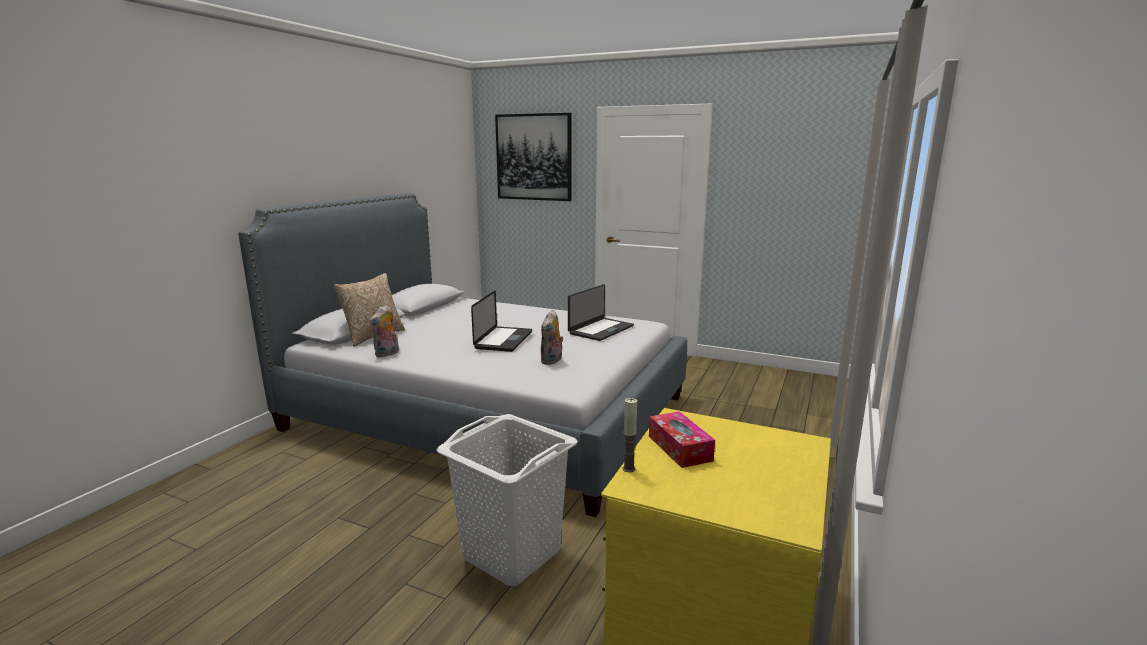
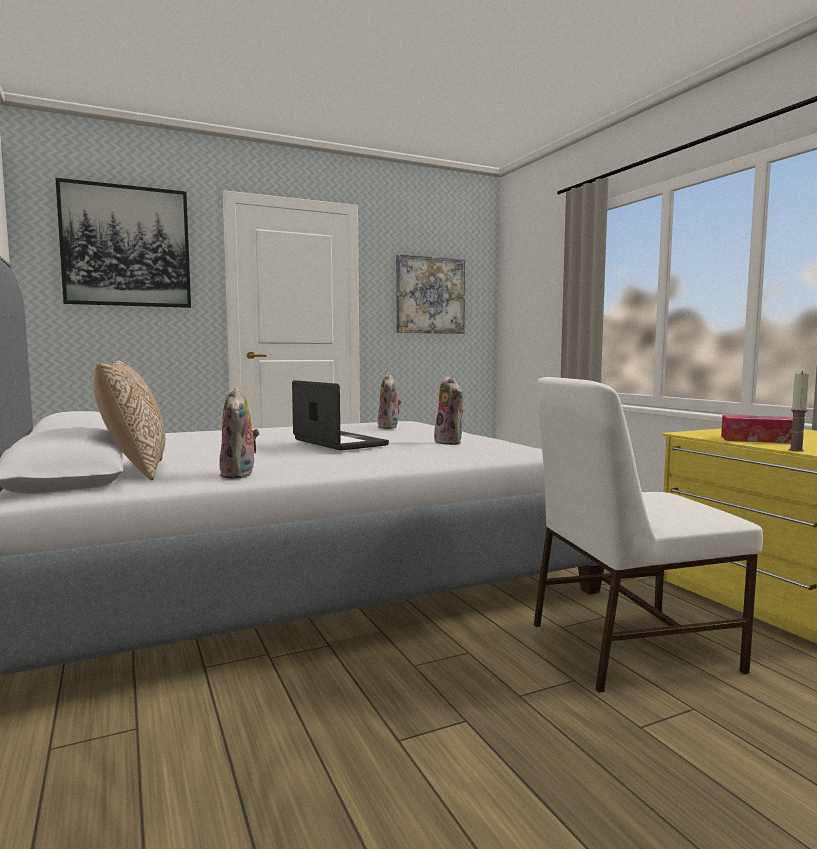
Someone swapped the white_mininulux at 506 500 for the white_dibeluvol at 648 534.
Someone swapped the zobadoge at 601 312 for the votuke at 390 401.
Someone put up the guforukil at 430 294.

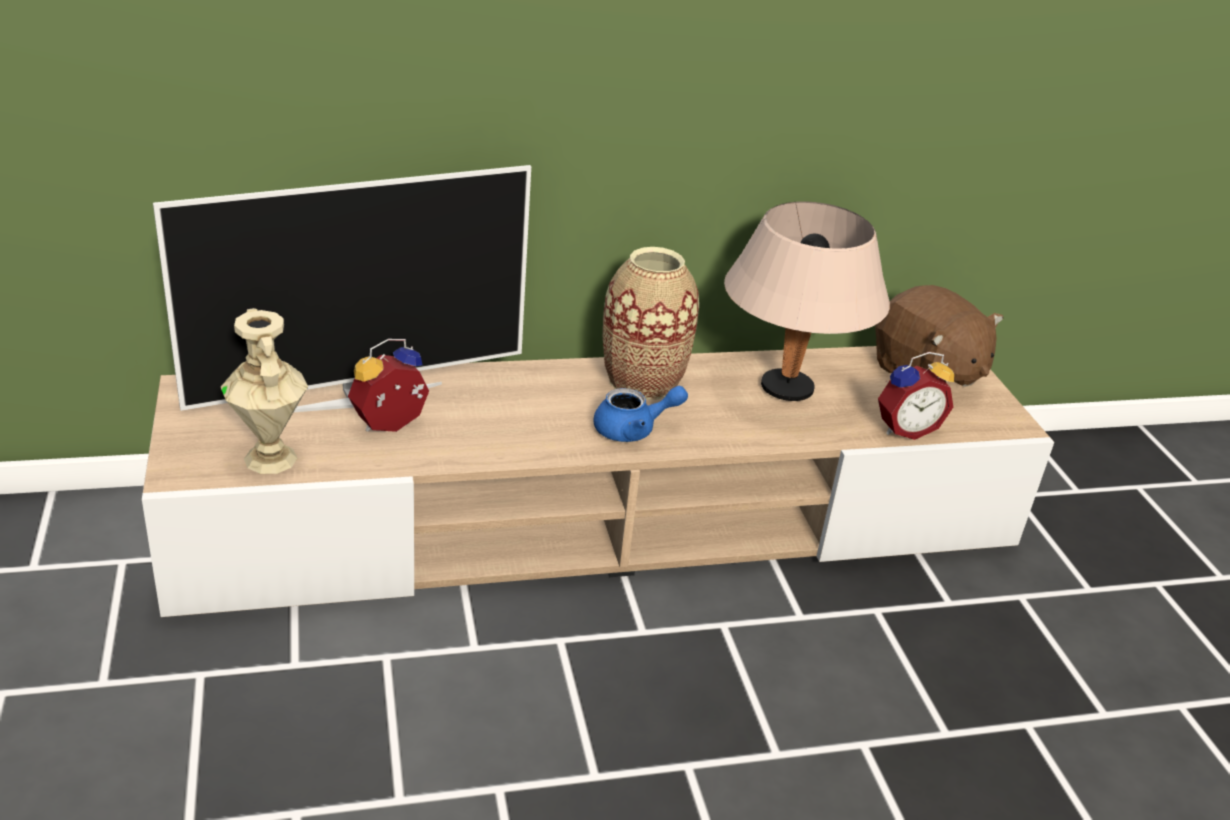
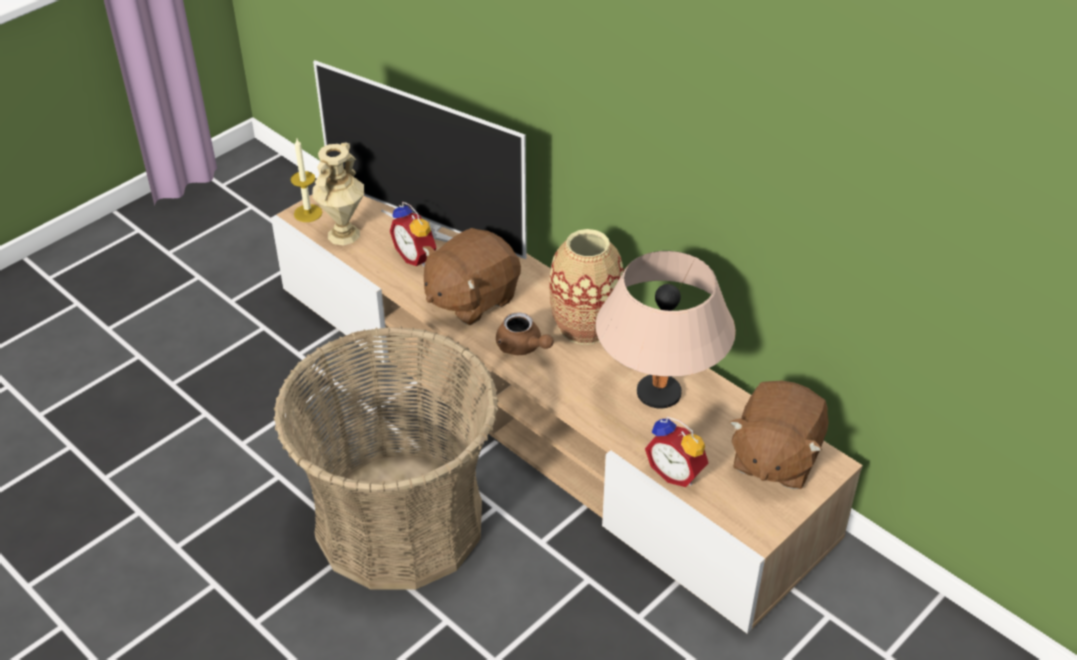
Someone rotated the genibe at 388 385 by 150 degrees counterclockwise.
Someone repainted the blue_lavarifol at 640 414, which became the brown_lavarifol at 525 333.
Someone put down the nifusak at 386 458.
Someone put down the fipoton at 306 180.
Someone put down the brown_votuke at 471 276.

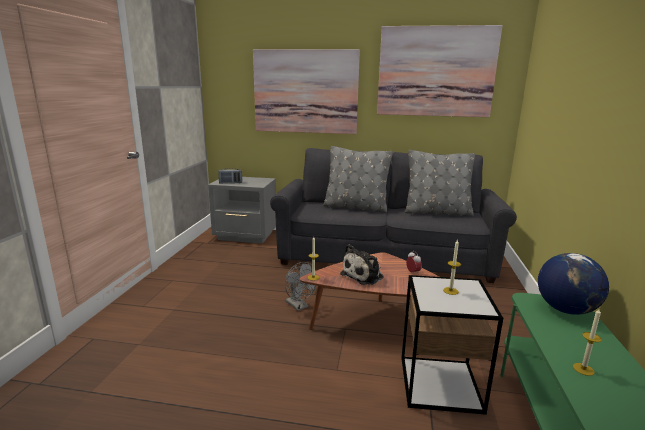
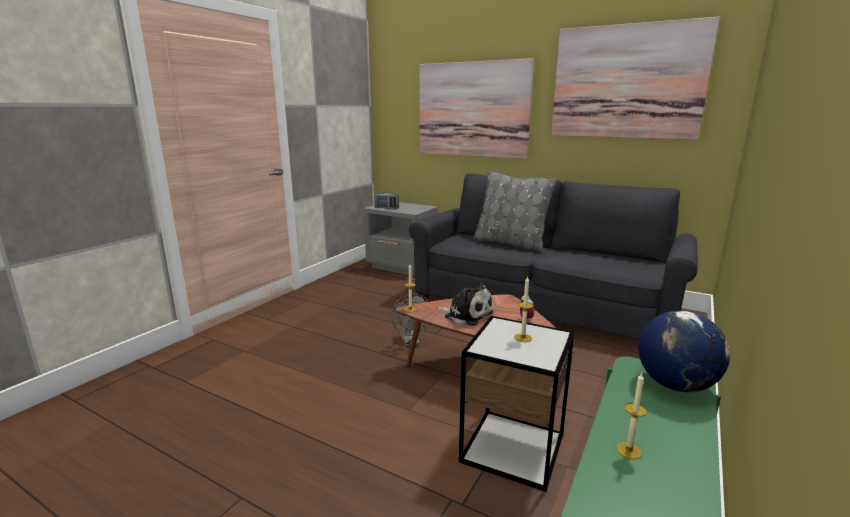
Someone rotated the votuke at 362 264 by 120 degrees counterclockwise.
Someone took away the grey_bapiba at 440 183.

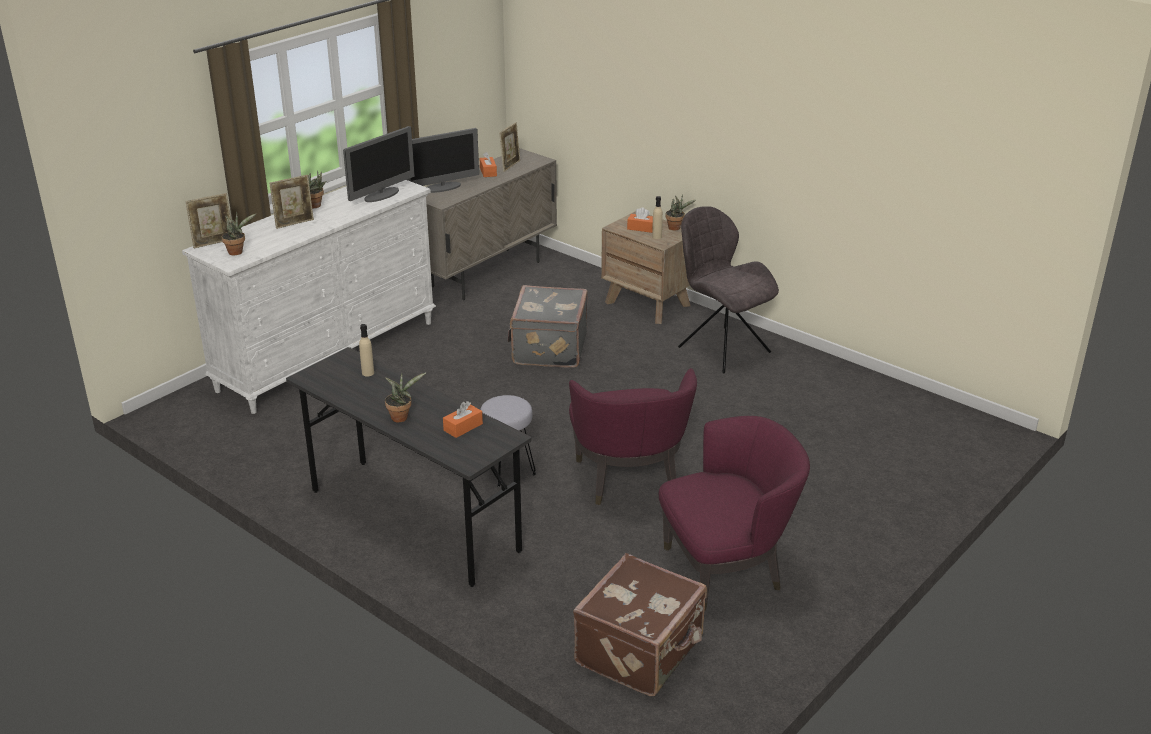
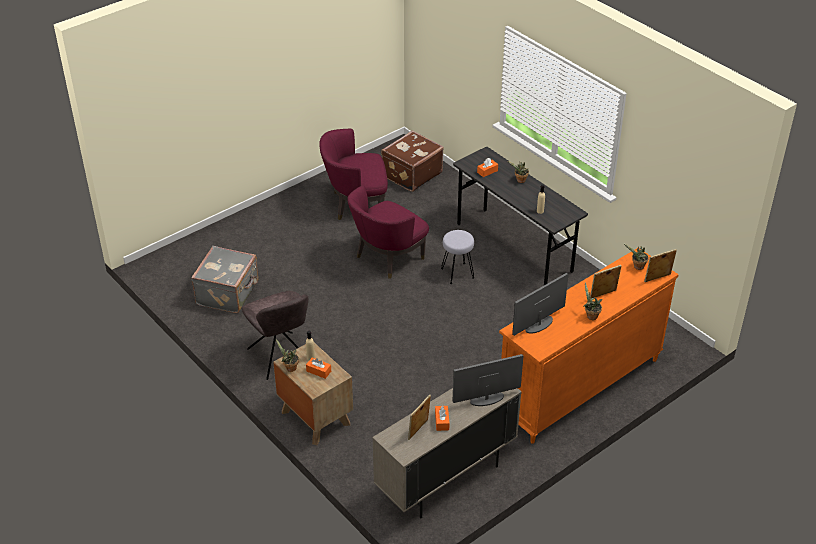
Someone repainted the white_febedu at 309 297, which became the orange_febedu at 589 346.
Someone carried the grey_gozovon from 547 326 to 225 279.
Someone rotated the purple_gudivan at 633 436 by 135 degrees counterclockwise.

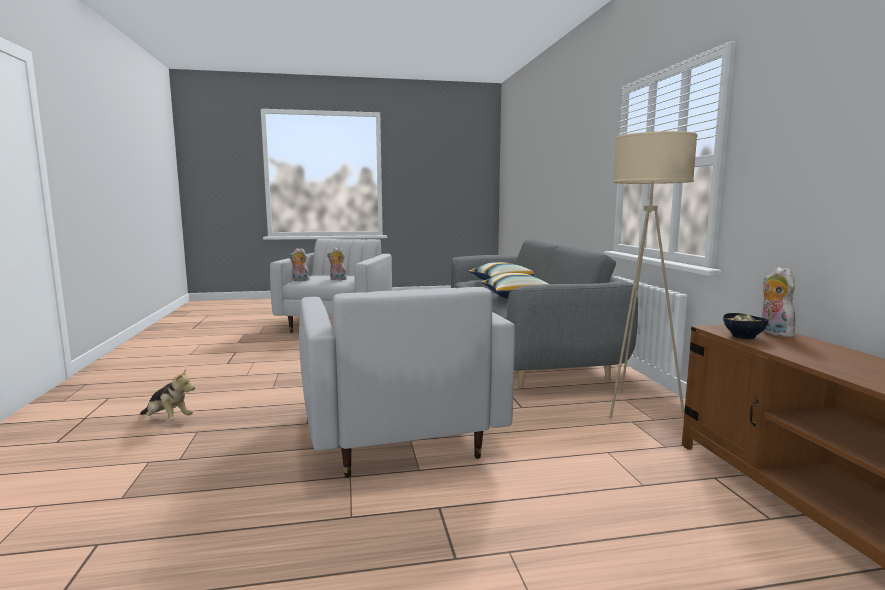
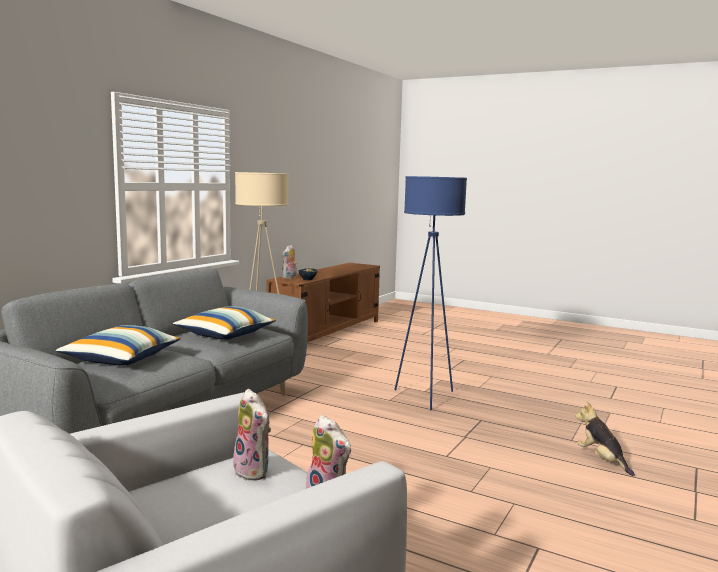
Someone swapped the white_gudivan at 407 382 for the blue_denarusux at 430 293.

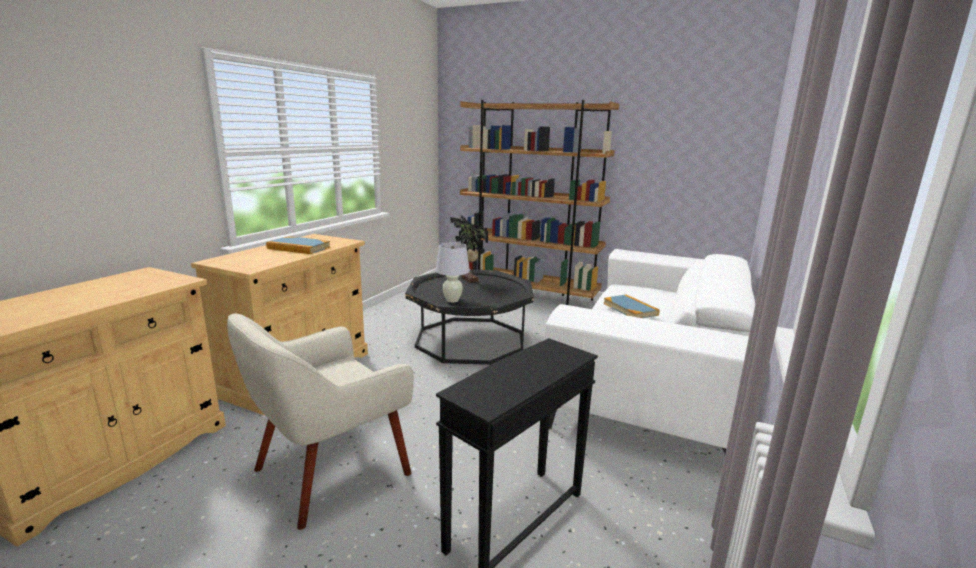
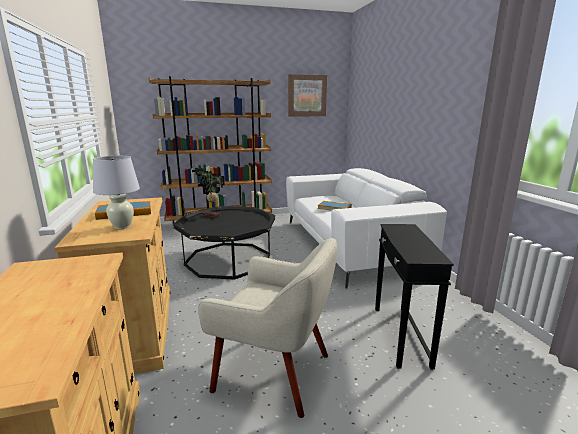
Someone rotated the beige_gudivan at 320 422 by 75 degrees counterclockwise.
Someone carried the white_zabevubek from 452 272 to 116 192.
Someone put up the guforukil at 307 95.

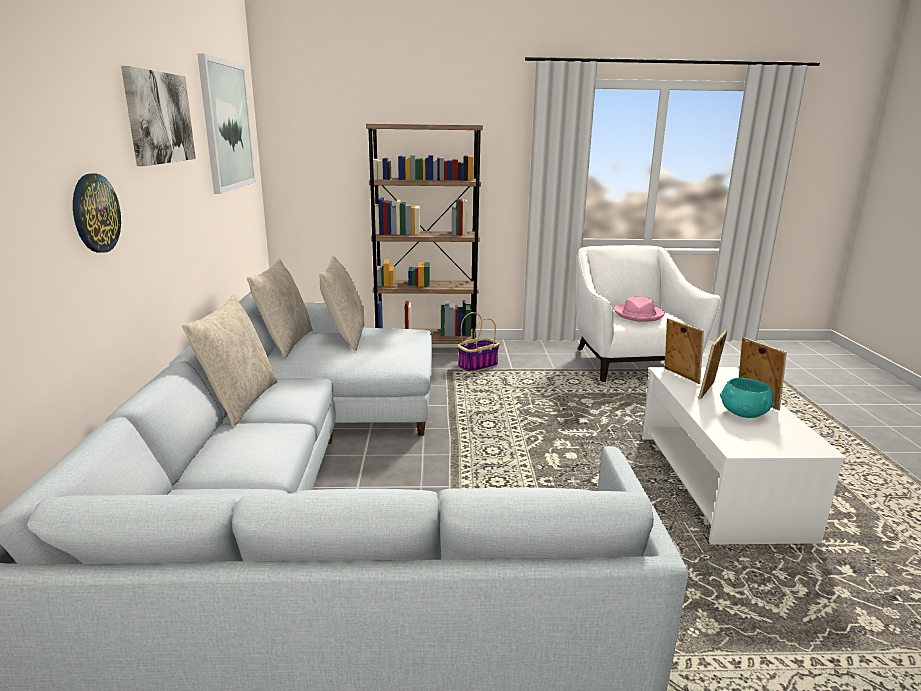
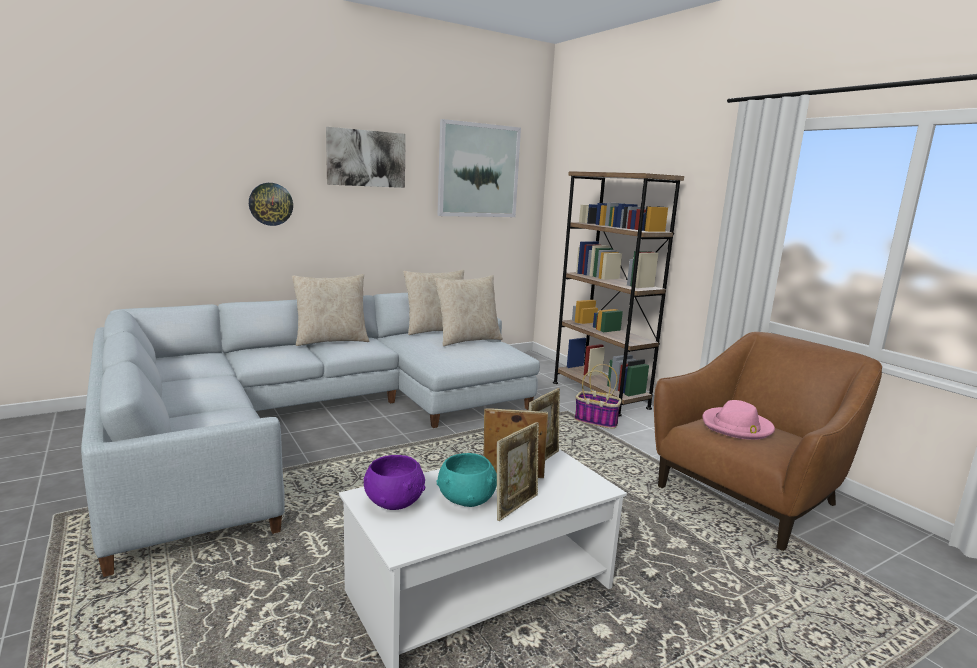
Someone repainted the white_gudivan at 649 313, which became the brown_gudivan at 768 441.
Someone put down the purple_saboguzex at 394 482.

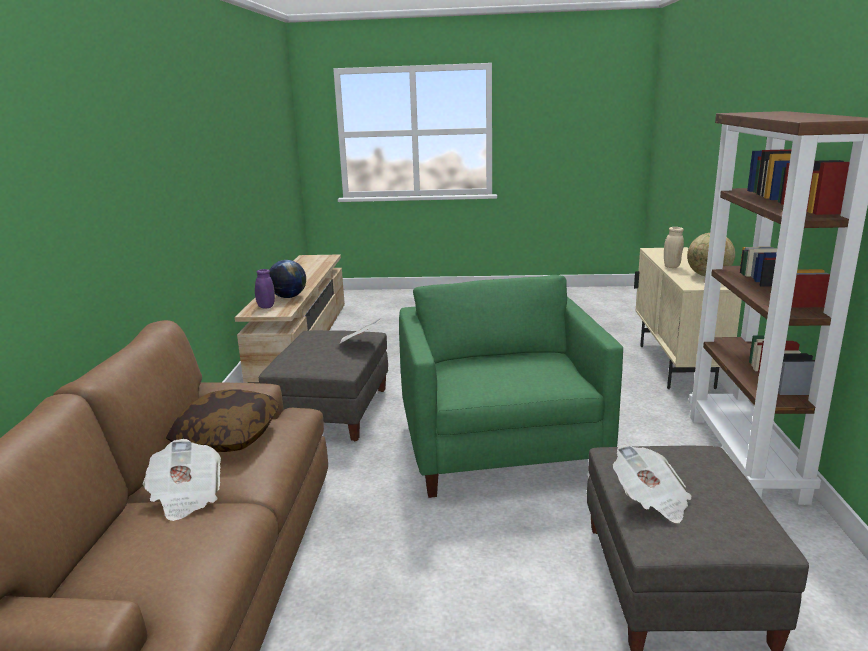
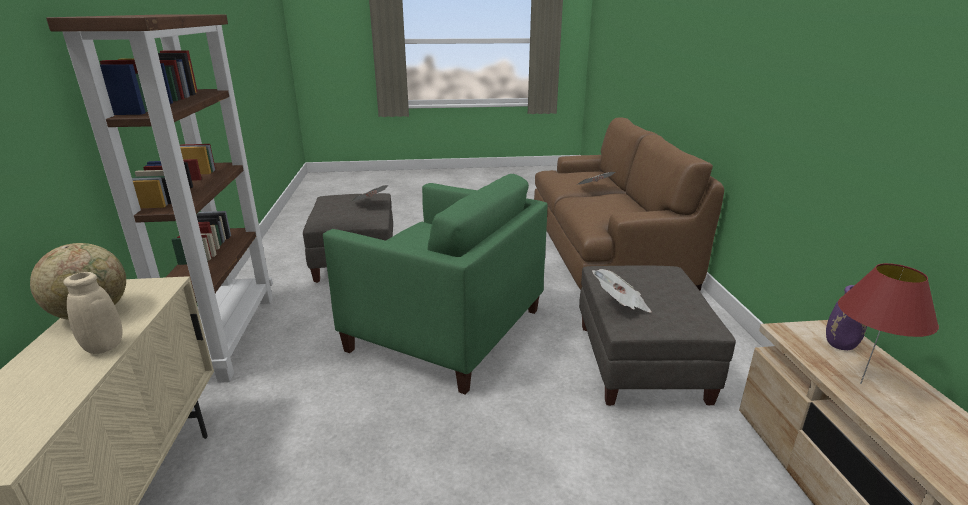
Someone took away the bapiba at 222 420.
Someone swapped the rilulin at 287 279 for the red_zabevubek at 888 323.
Someone rotated the green_gudivan at 511 386 by 45 degrees counterclockwise.

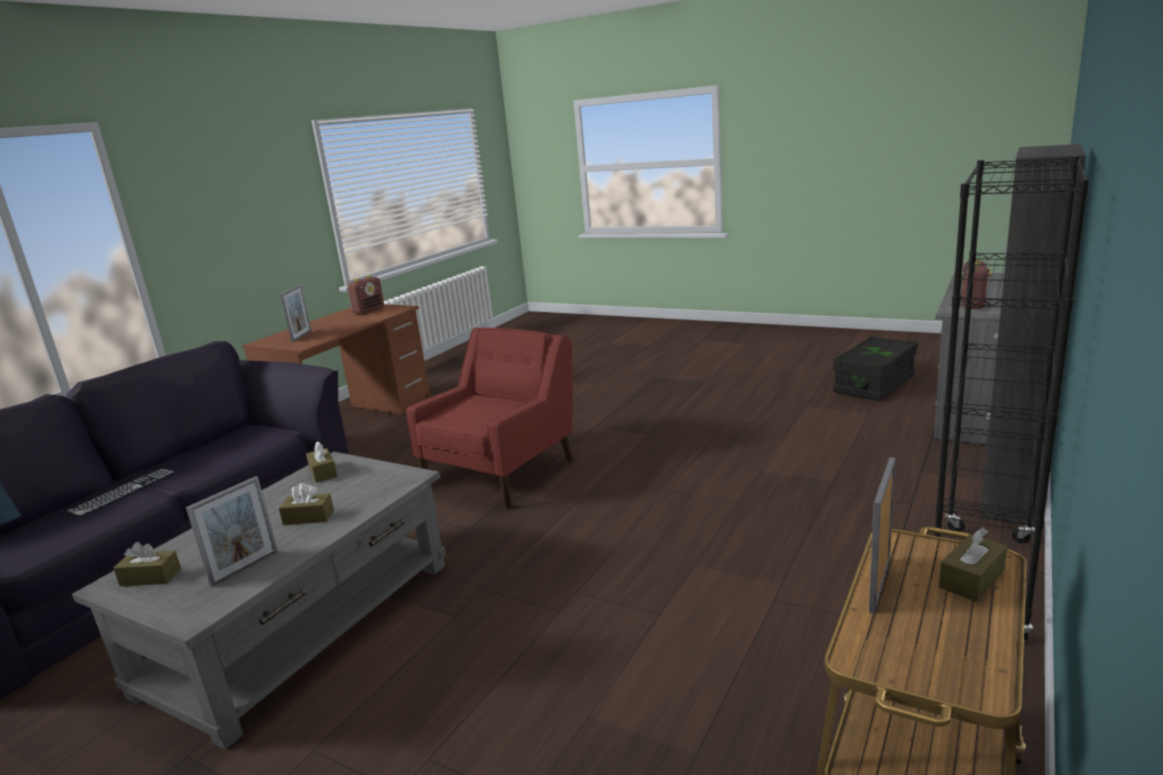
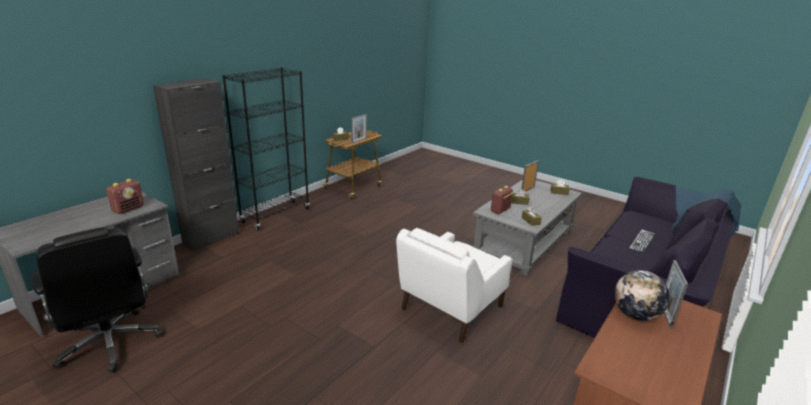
Someone carried the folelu from 365 294 to 502 200.
Someone repainted the red_gudivan at 489 418, which became the white_gudivan at 454 285.
Someone swapped the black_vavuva at 875 368 for the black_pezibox at 97 300.
Someone put down the rilulin at 642 295.

